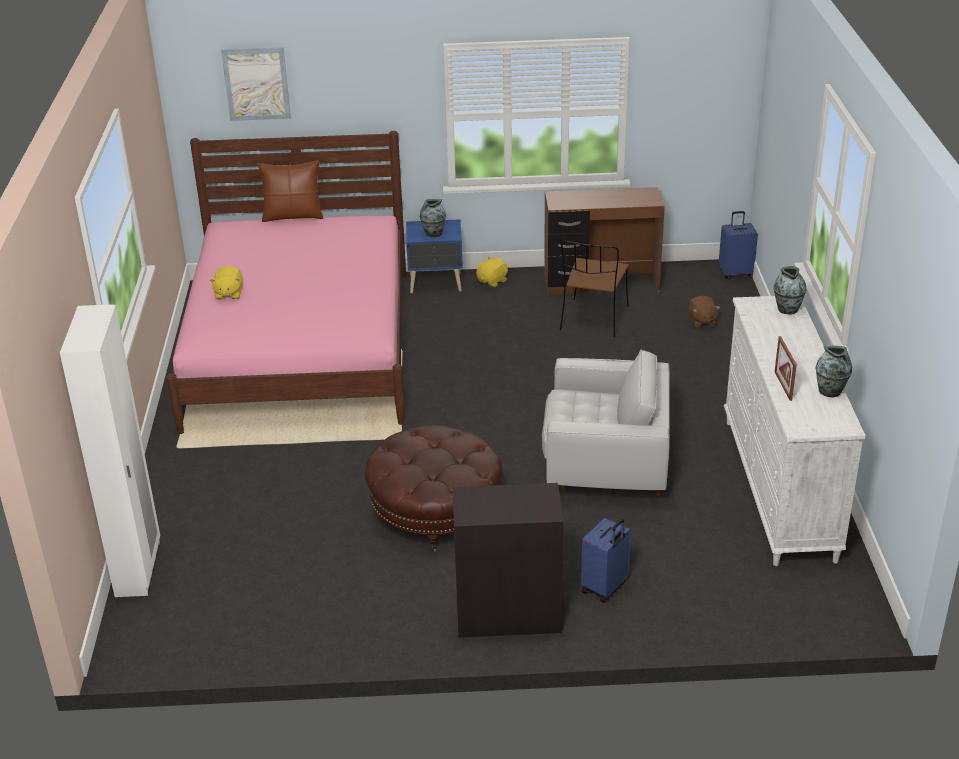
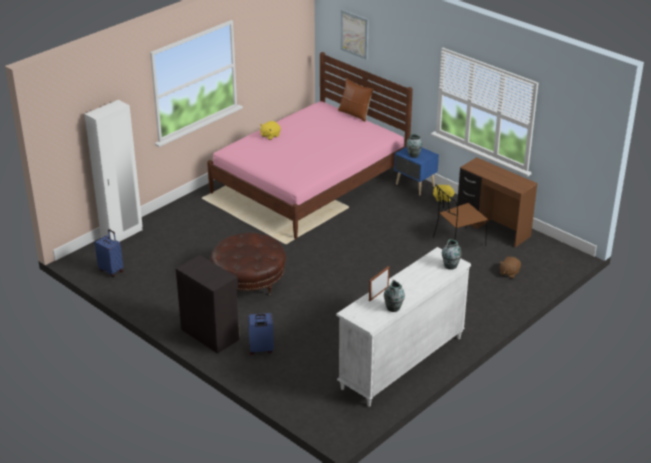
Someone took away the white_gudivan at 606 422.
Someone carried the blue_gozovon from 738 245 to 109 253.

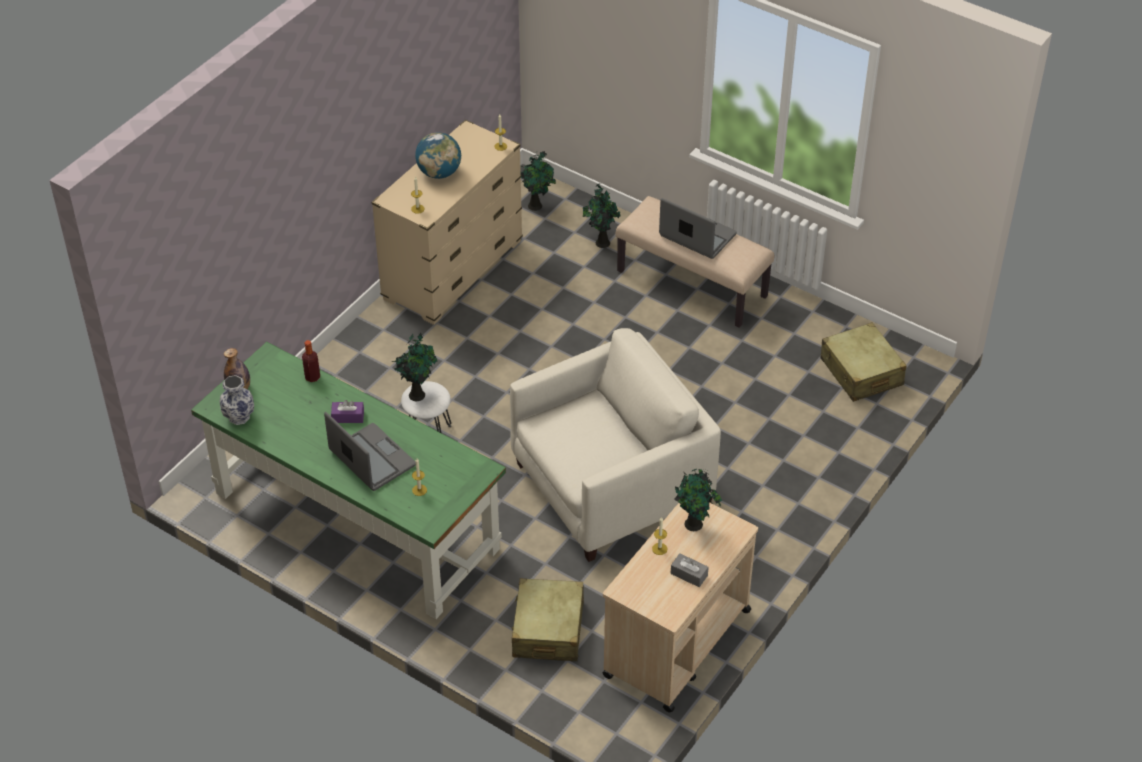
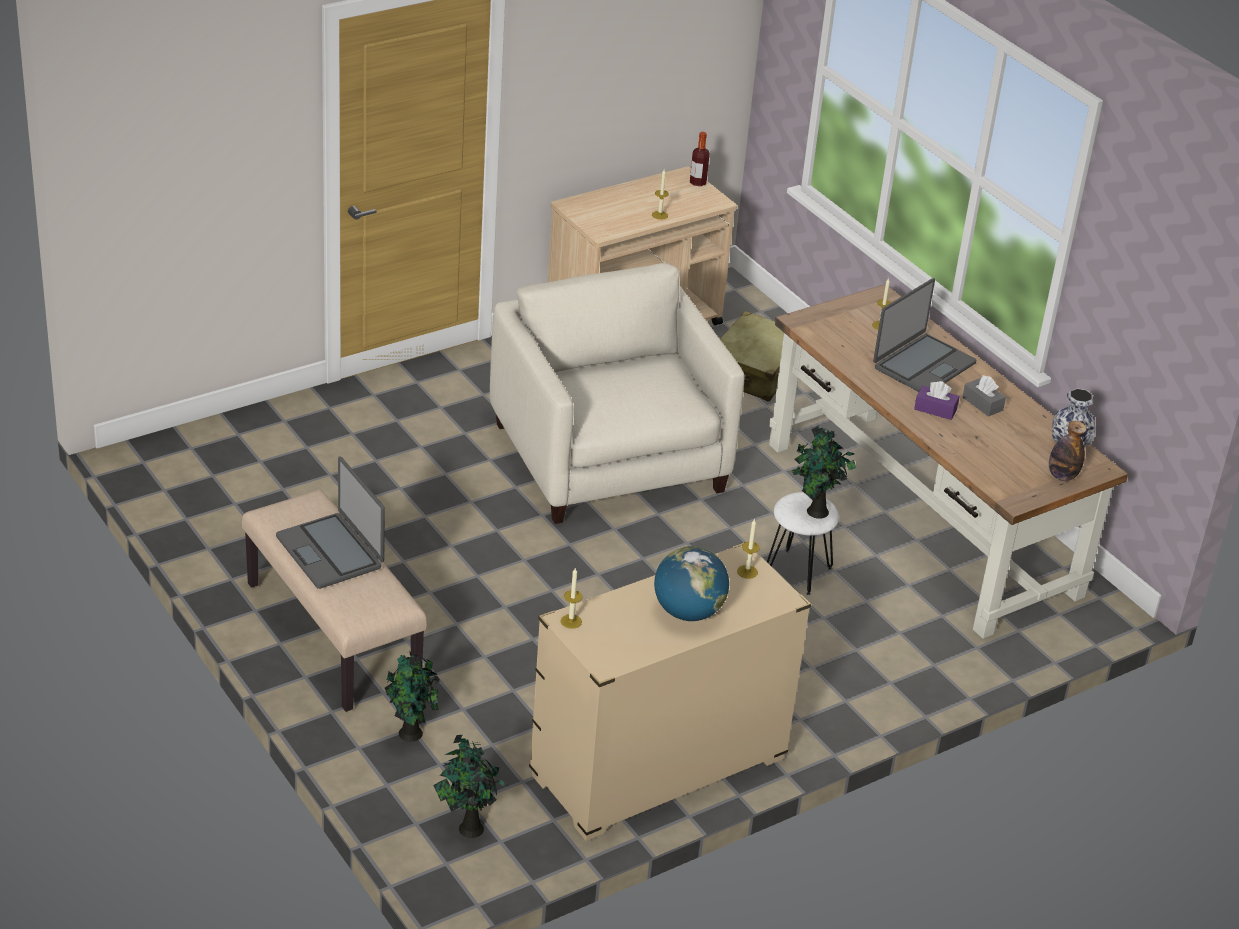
Someone repainted the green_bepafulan at 348 480, which became the brown_bepafulan at 948 461.
Someone carried the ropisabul from 311 361 to 700 159.
Someone rotated the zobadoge at 370 451 by 120 degrees counterclockwise.
Someone rotated the beige_gudivan at 615 445 by 75 degrees clockwise.
Someone carried the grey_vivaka from 690 570 to 984 396.
Someone took away the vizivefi at 698 500.
Someone took away the beige_gozovon at 864 362.

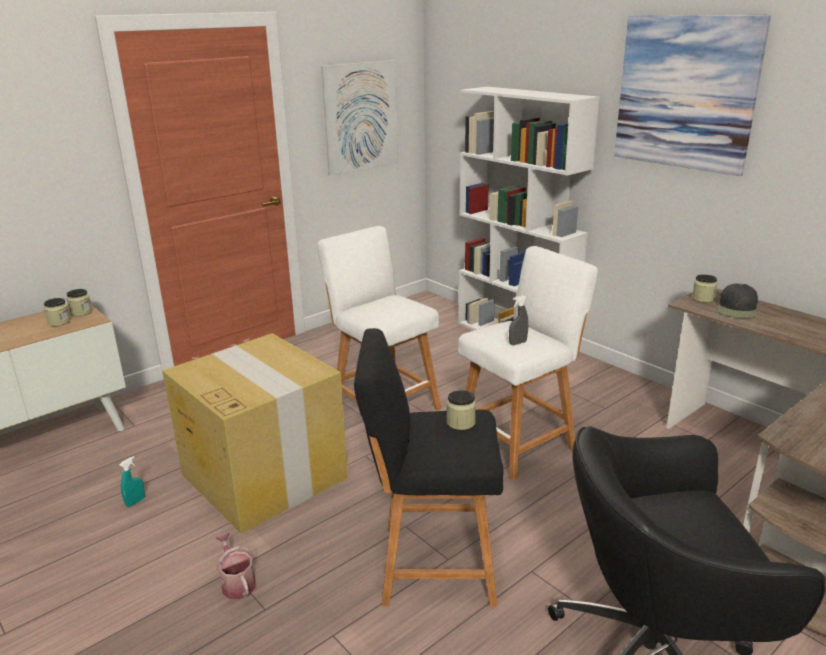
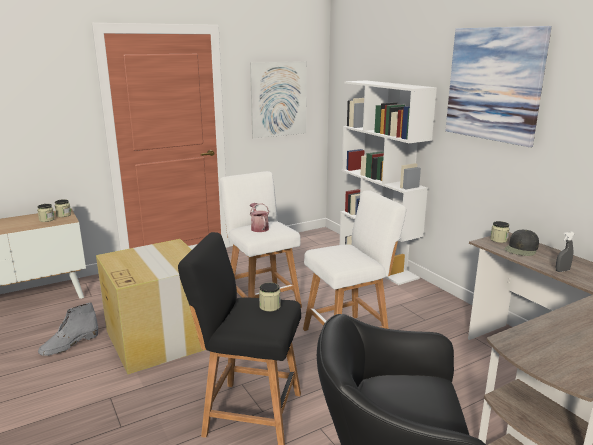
Someone swapped the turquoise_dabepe at 132 481 for the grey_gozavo at 68 329.
Someone carried the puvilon from 235 566 to 260 217.
Someone carried the grey_dabepe from 518 320 to 565 252.

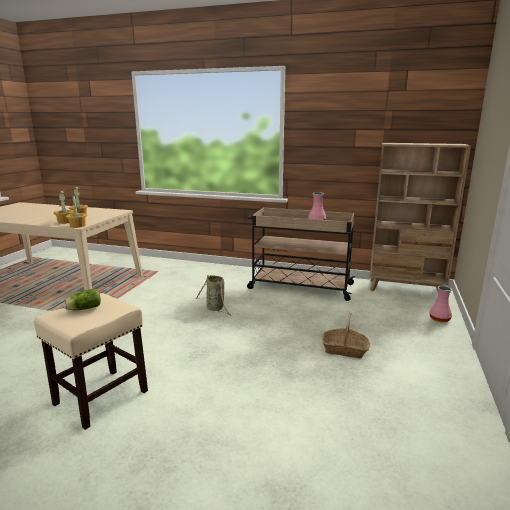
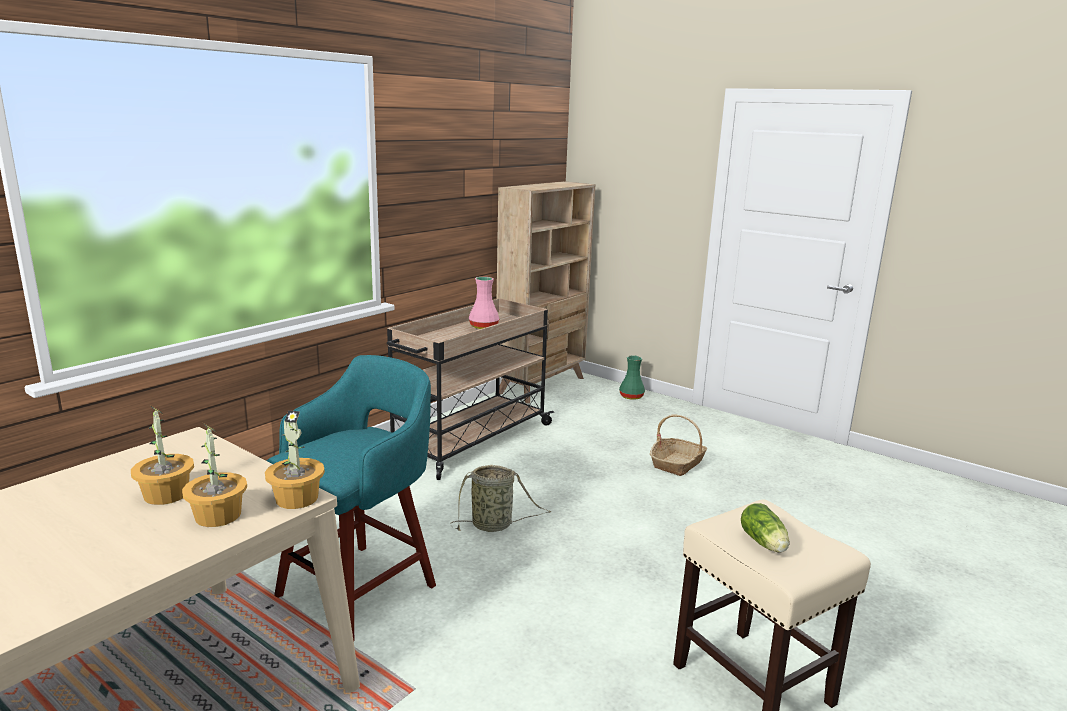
Someone repainted the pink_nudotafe at 440 304, which became the green_nudotafe at 632 378.
Someone put down the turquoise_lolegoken at 351 498.

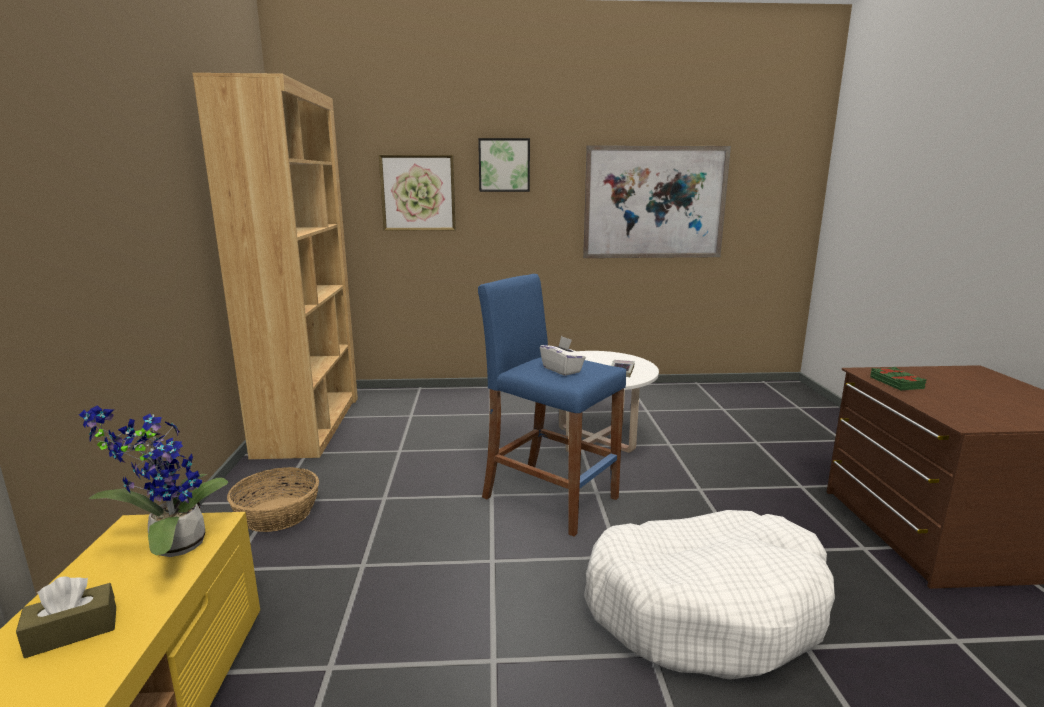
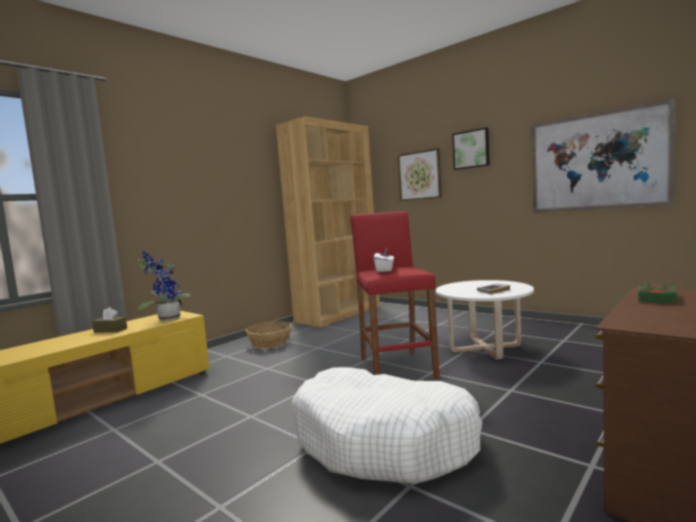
Someone repainted the blue_lolegoken at 552 405, which became the red_lolegoken at 395 295.

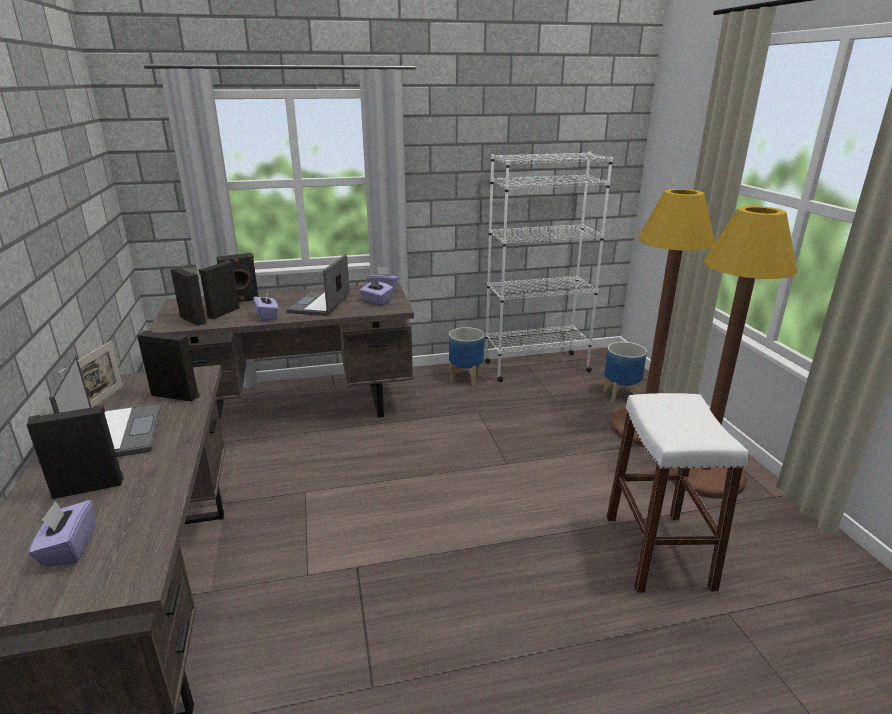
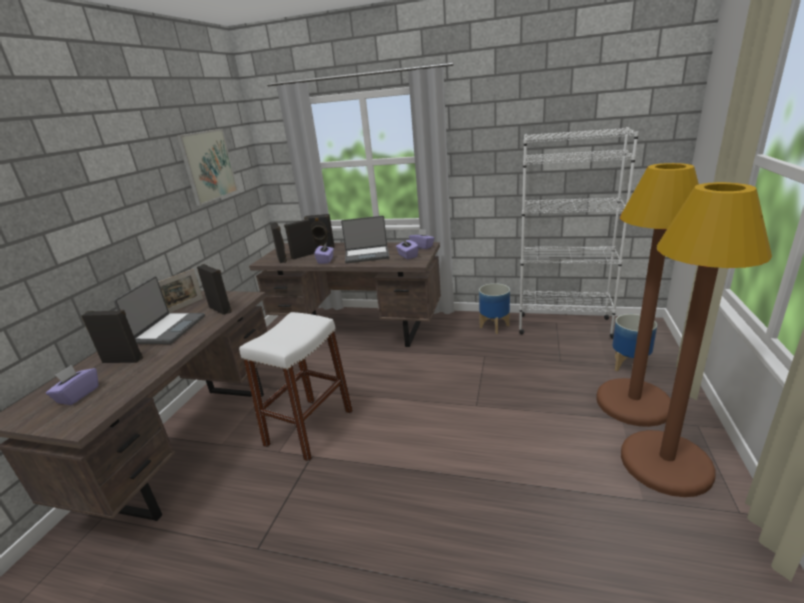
Someone rotated the zobadoge at 318 285 by 135 degrees counterclockwise.
Someone carried the white_lolegoken from 677 493 to 296 387.
Someone put up the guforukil at 207 167.

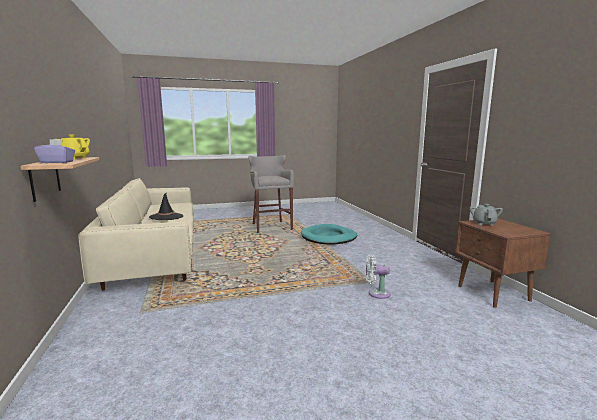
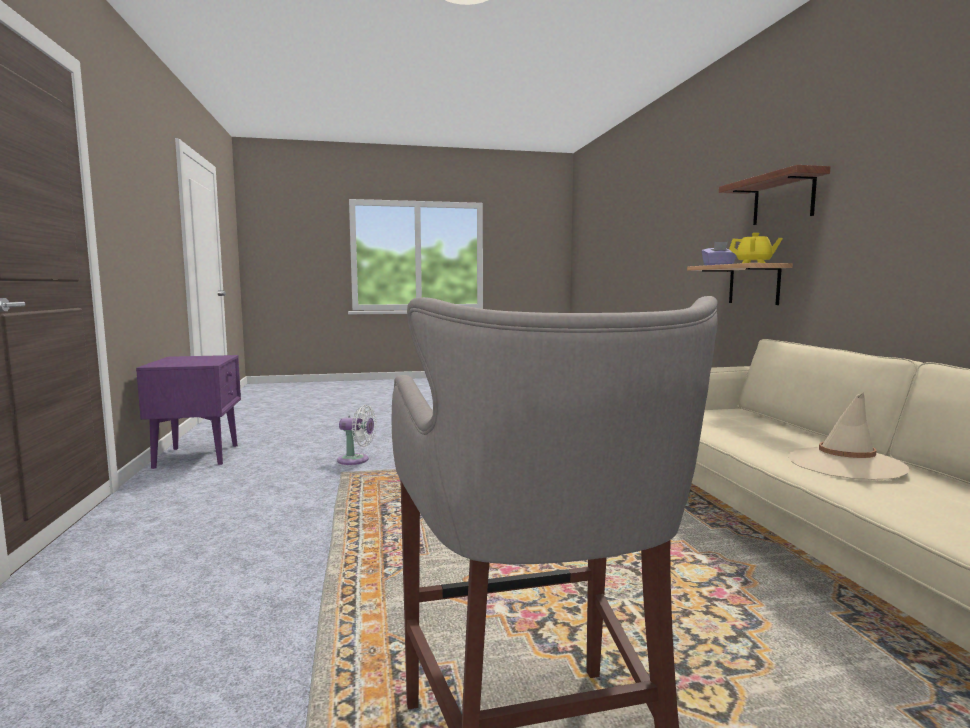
Someone repainted the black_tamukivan at 166 206, which became the beige_tamukivan at 848 436.
Someone took away the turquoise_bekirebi at 329 234.
Someone repainted the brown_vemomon at 503 263, which became the purple_vemomon at 188 412.
Someone took away the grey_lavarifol at 486 215.
Someone put up the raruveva at 775 195.

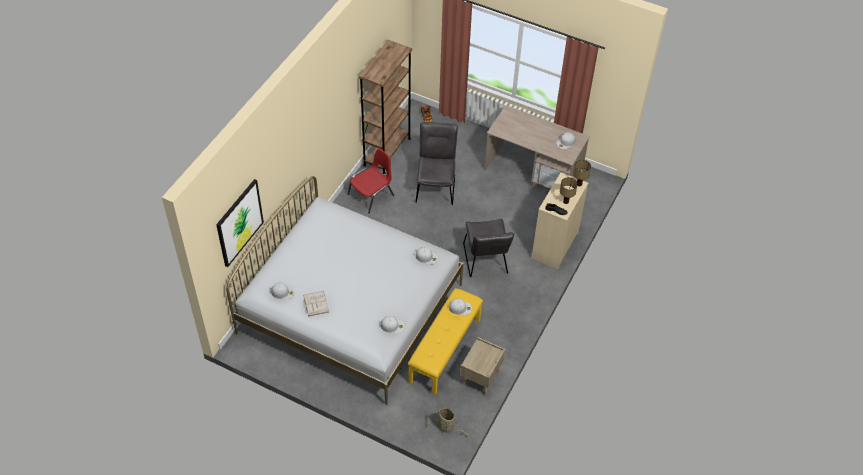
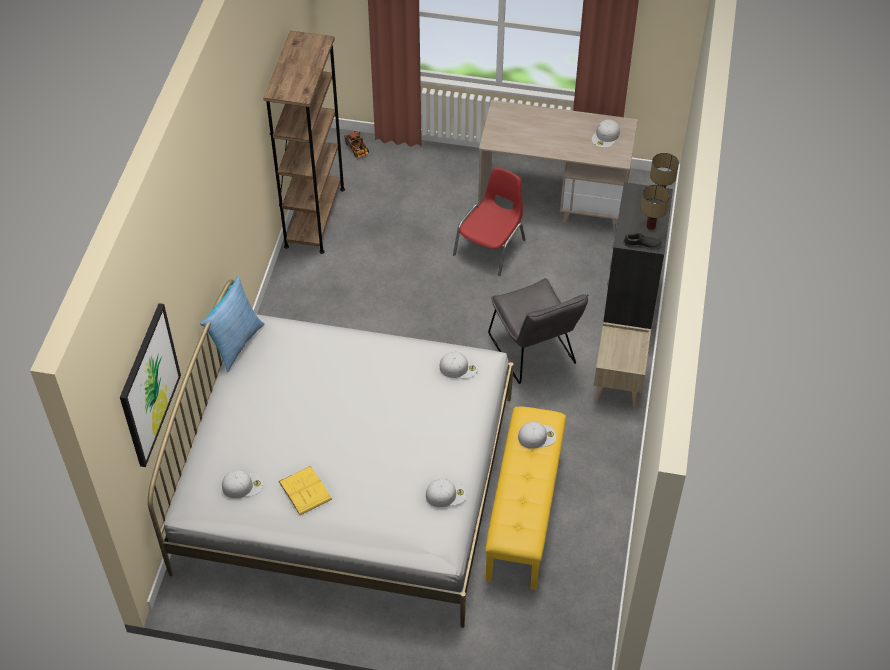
Someone repainted the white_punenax at 316 303, which became the yellow_punenax at 305 490.
Someone carried the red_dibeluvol from 370 181 to 489 222.
Someone took away the grey_dibeluvol at 437 163.
Someone took away the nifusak at 448 421.
Someone carried the beige_vemomon from 482 366 to 622 364.
Someone repainted the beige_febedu at 559 221, which became the black_febedu at 638 255.
Someone put down the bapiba at 232 324.

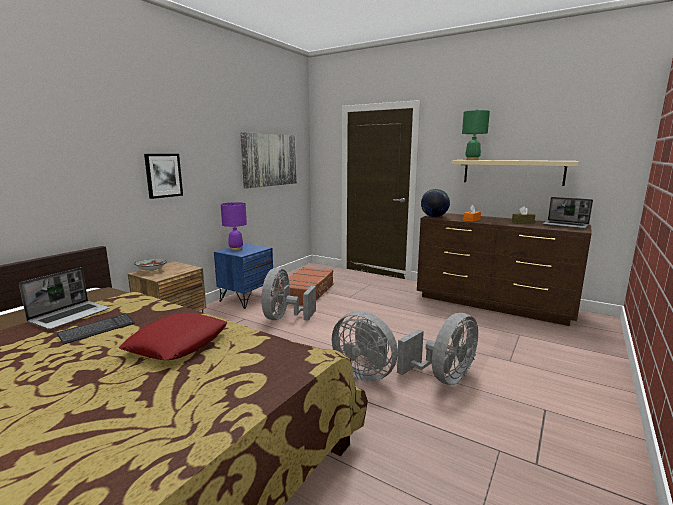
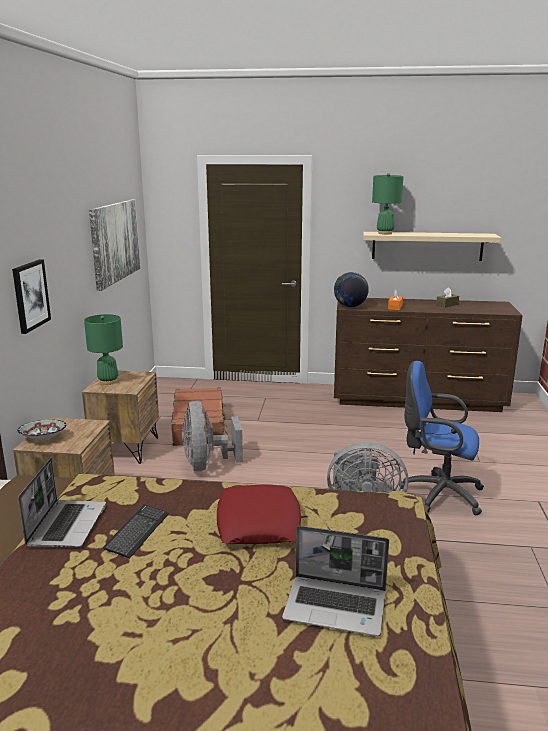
Someone repainted the blue_vemomon at 243 276, which became the brown_vemomon at 120 417.
Someone repainted the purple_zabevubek at 234 226, which became the green_zabevubek at 103 349.
Someone swapped the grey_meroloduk at 437 349 for the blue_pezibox at 441 438.
Someone carried the zobadoge from 567 213 to 335 581.

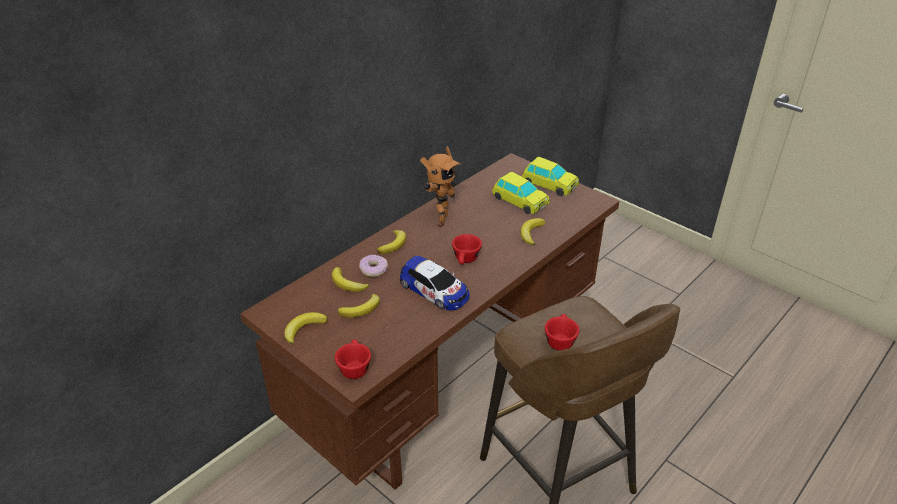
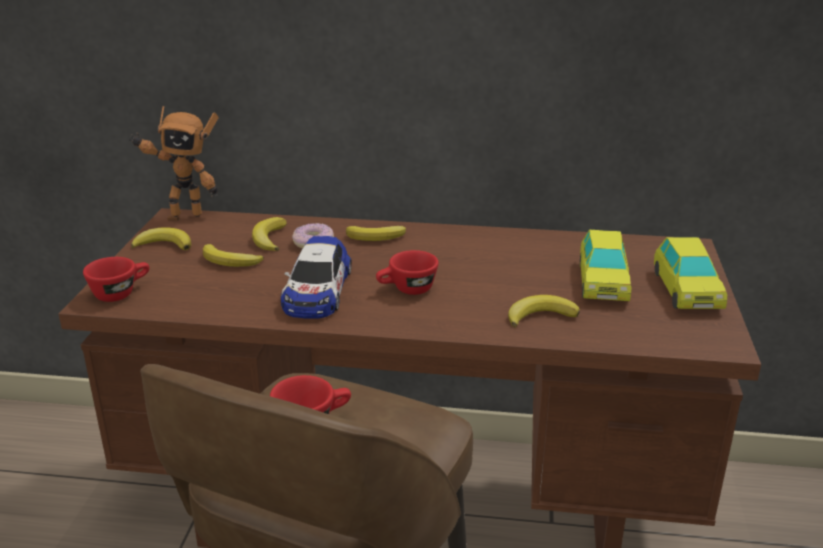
Someone carried the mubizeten from 441 186 to 174 163.

